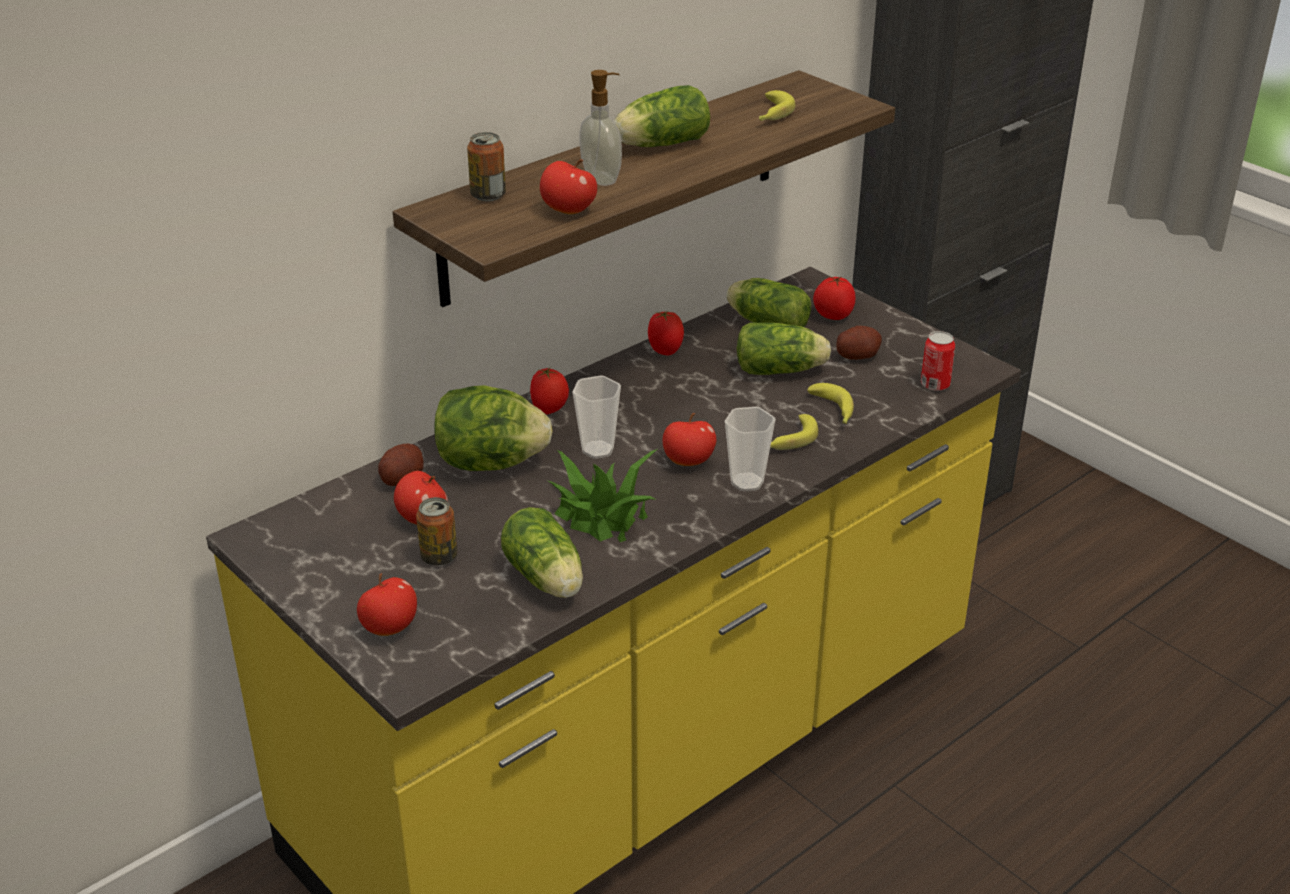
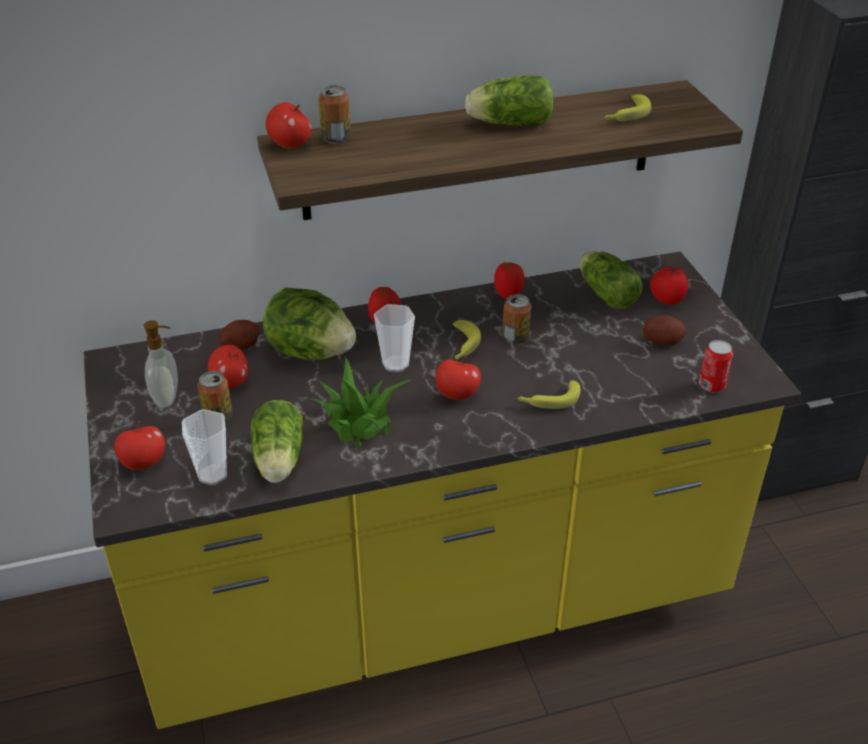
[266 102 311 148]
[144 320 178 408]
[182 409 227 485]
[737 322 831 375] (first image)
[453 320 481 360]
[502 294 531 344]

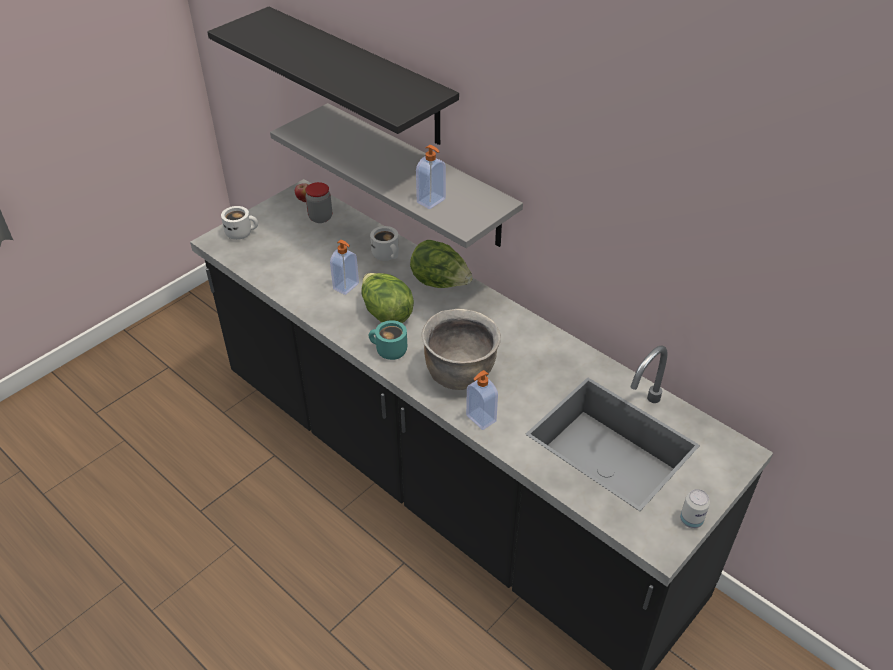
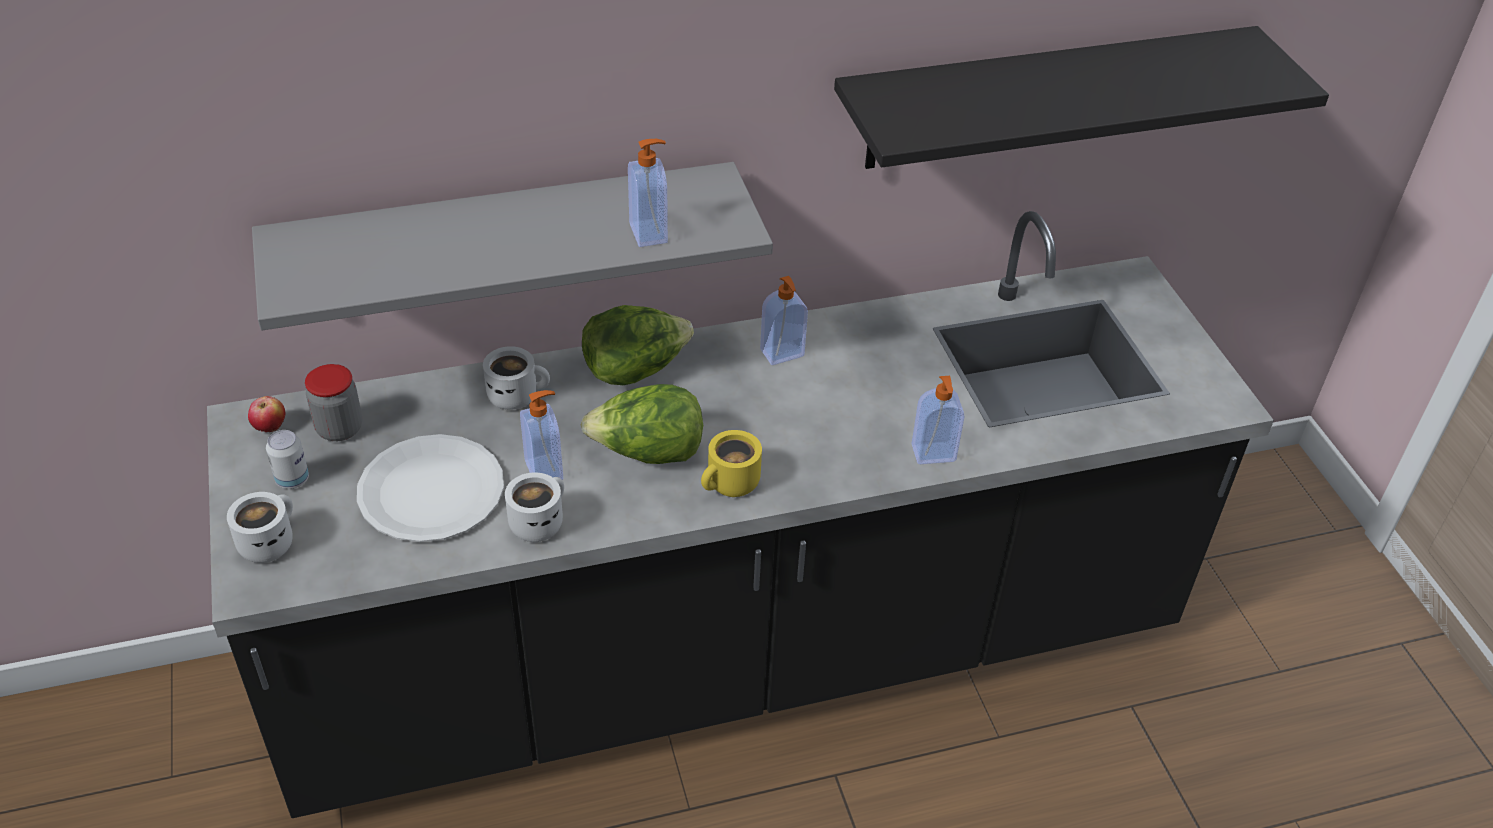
[834 26 1329 169]
[701 430 762 497]
[422 309 501 390] (first image)
[266 430 309 489]
[357 434 504 542]
[505 473 564 542]
[760 276 808 365]

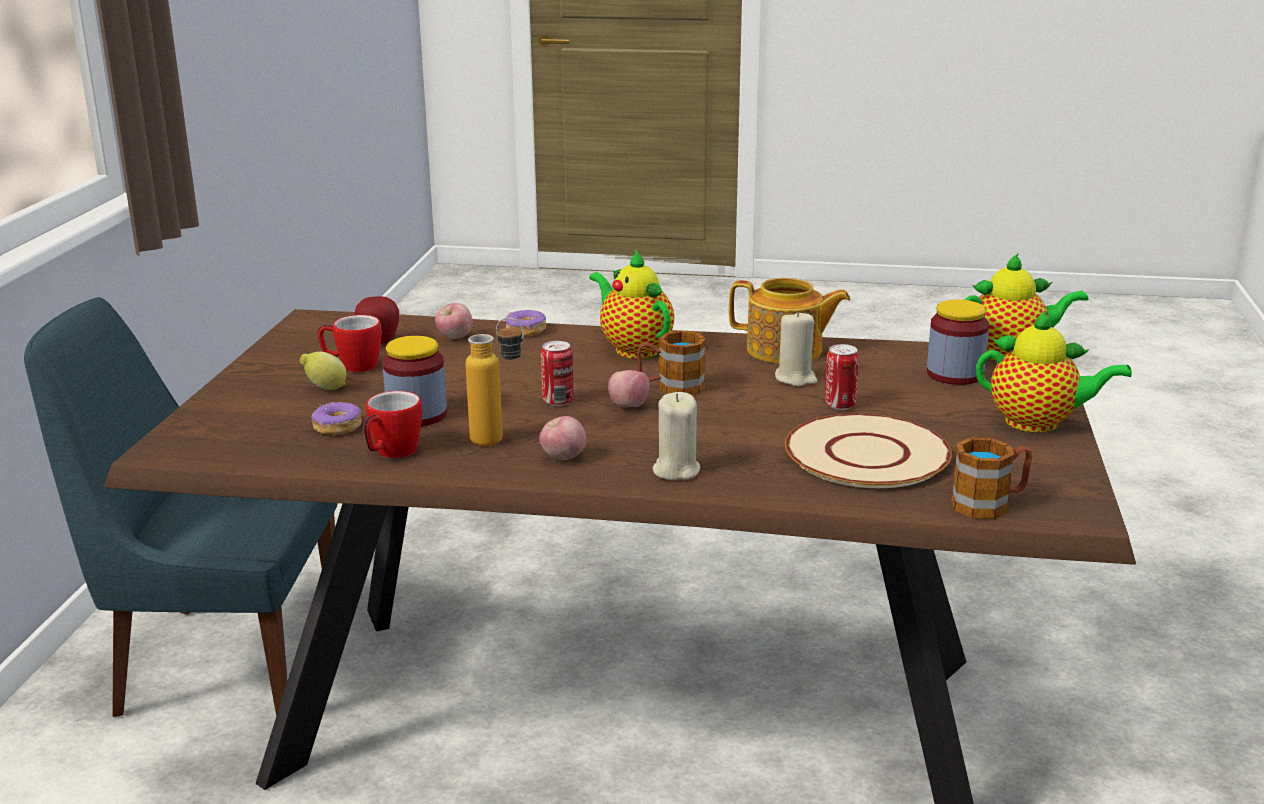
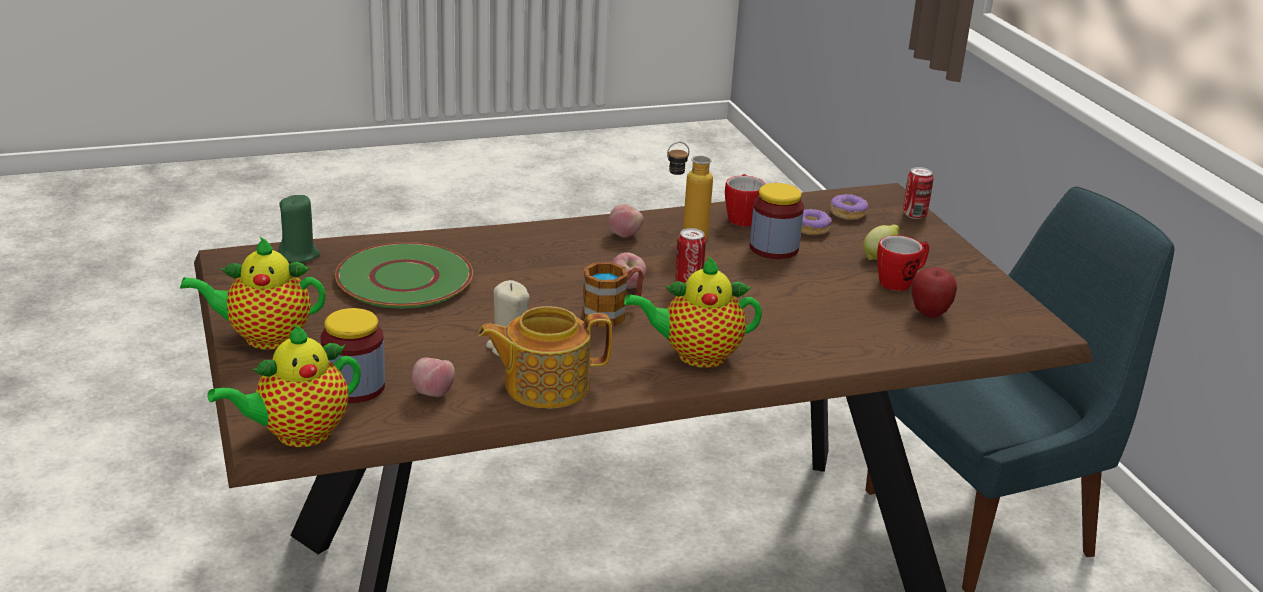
[412 358 455 397]
[830 194 868 220]
[624 256 762 368]
[653 392 700 480] (first image)
[335 242 473 309]
[903 167 933 219]
[278 195 320 263]

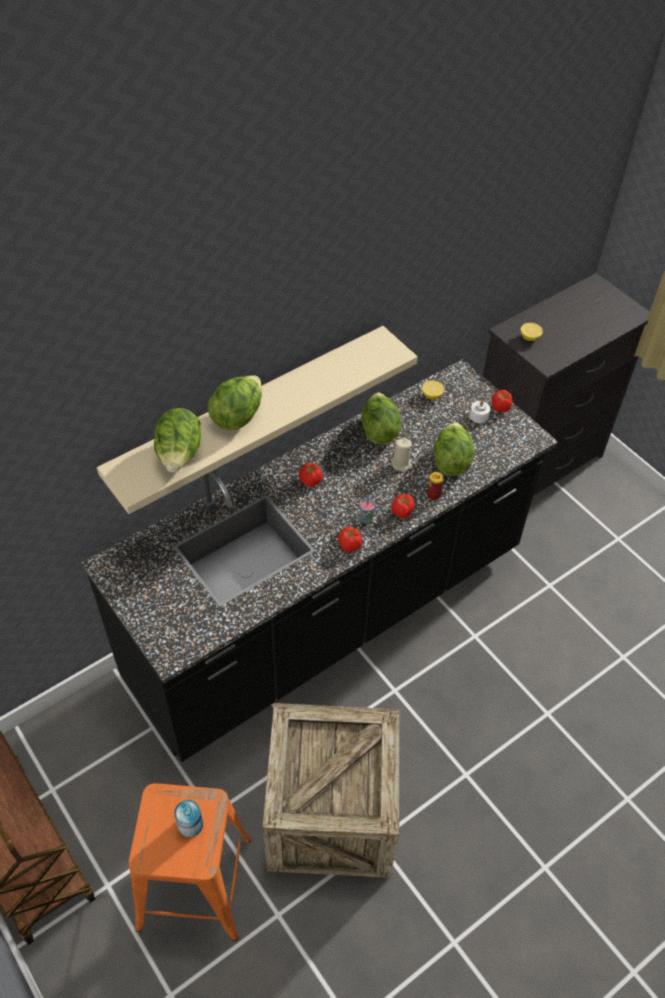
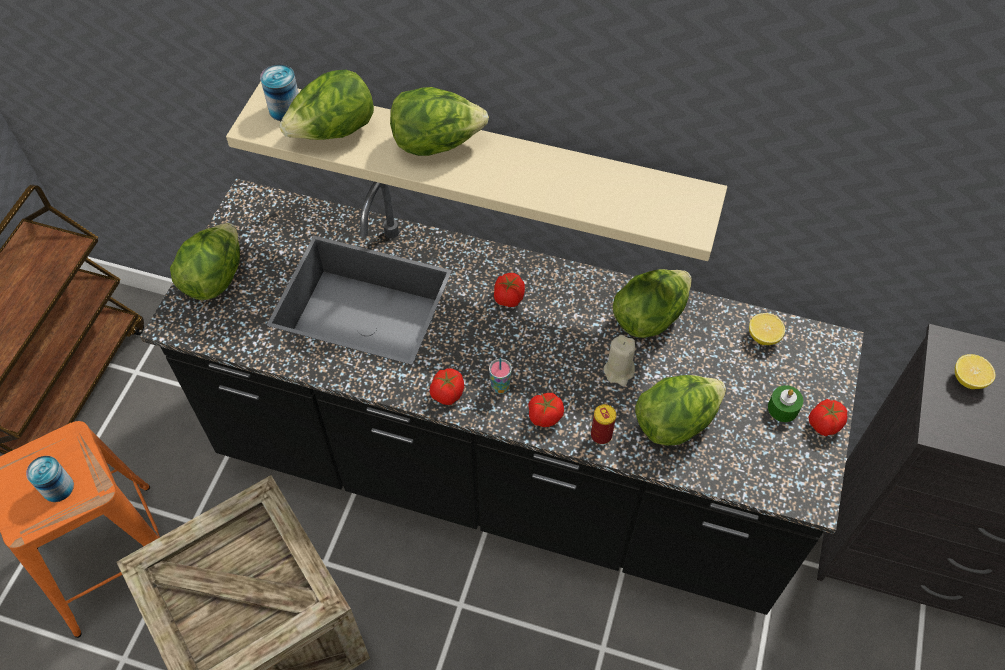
[768 385 803 422]
[170 223 240 300]
[260 64 299 121]

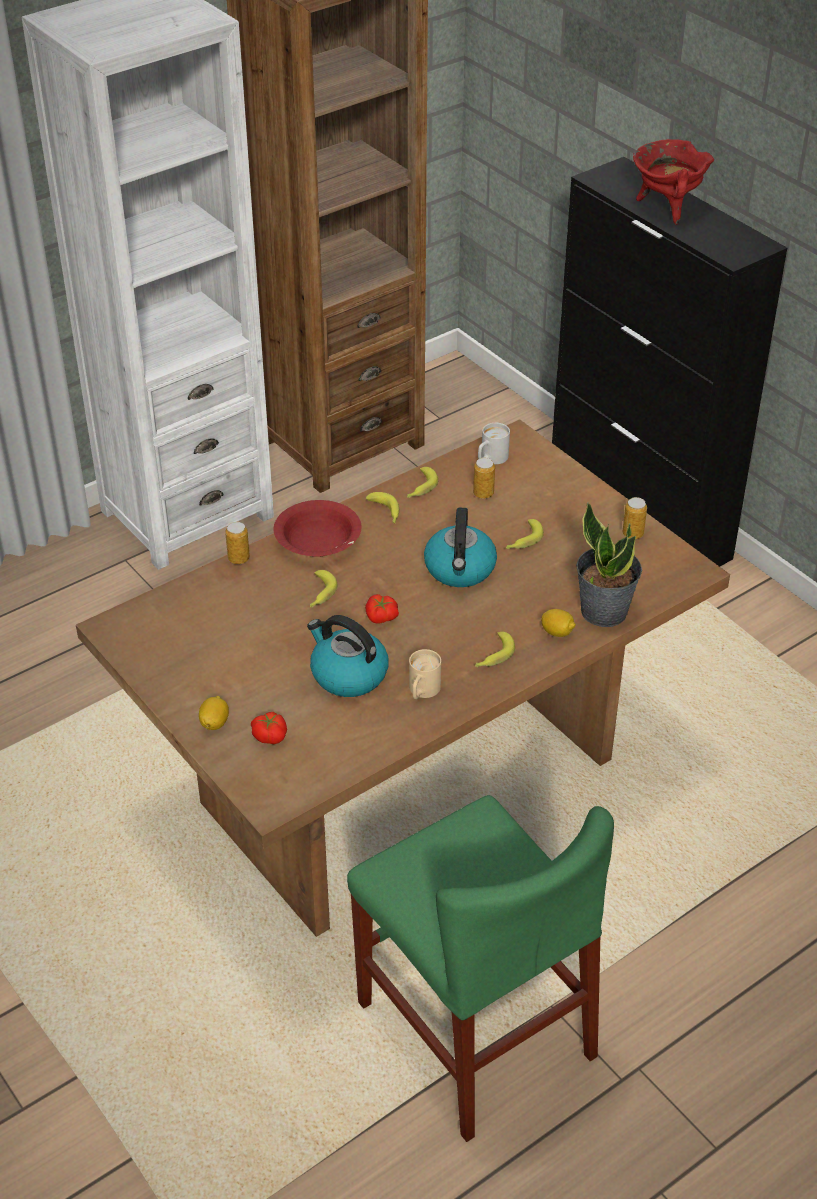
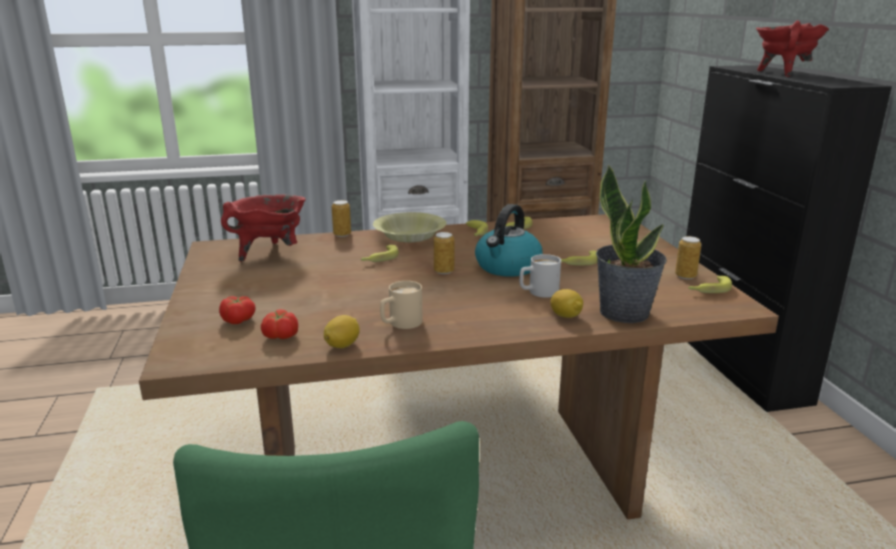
[324 315 360 348]
[373 212 446 242]
[307 615 388 697] (first image)
[261 309 298 339]
[434 232 454 274]
[688 276 732 293]
[519 254 561 298]
[221 194 306 262]

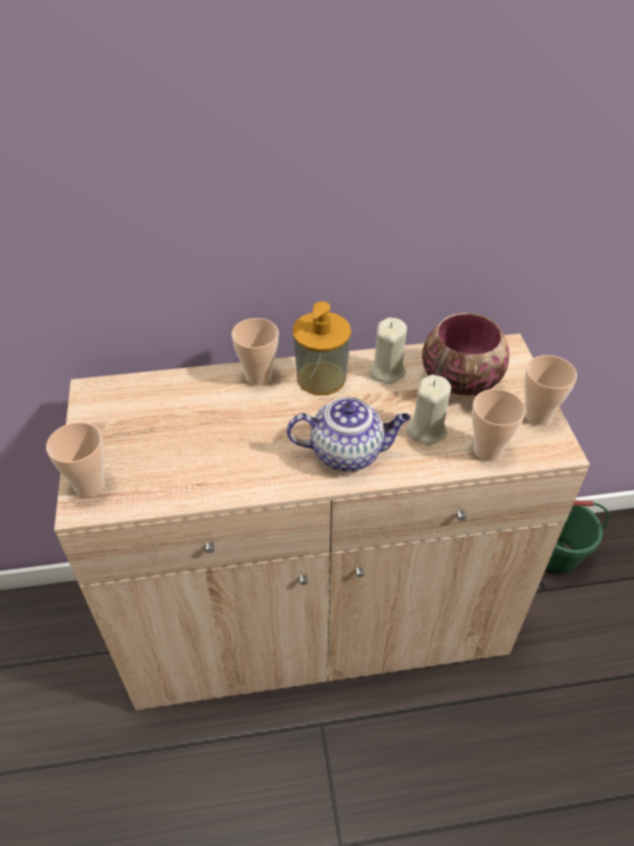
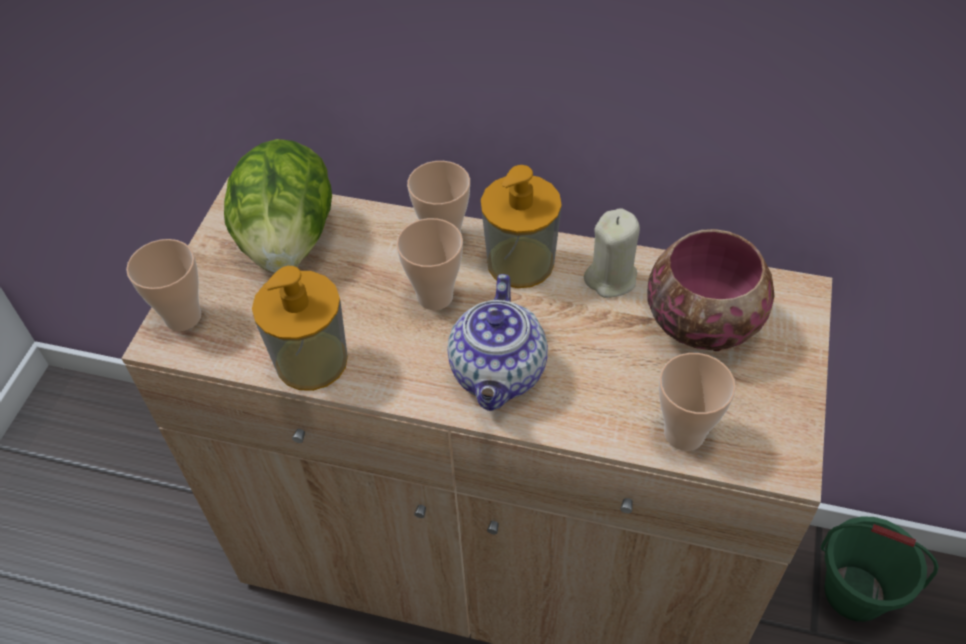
[447 274 548 411]
[407 375 451 445] (first image)
[396 218 463 310]
[224 139 332 273]
[252 266 348 391]

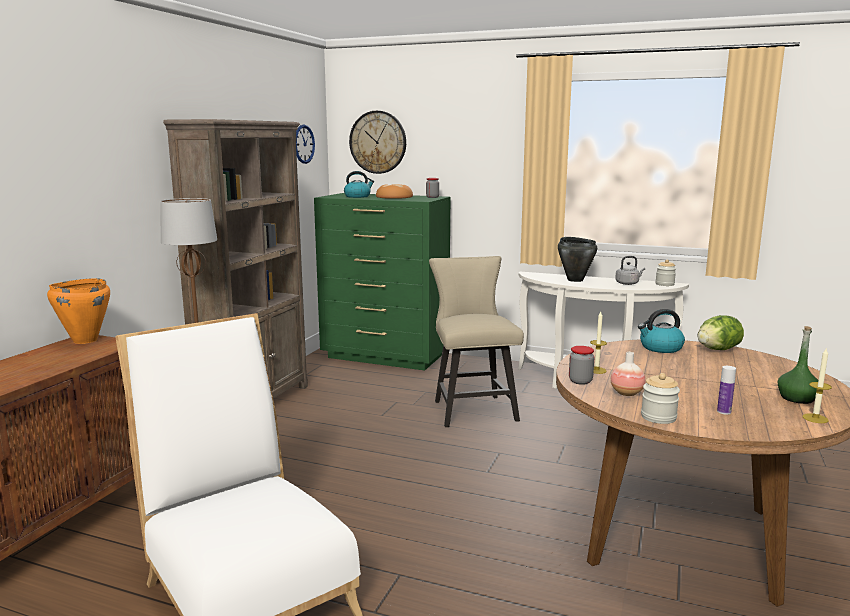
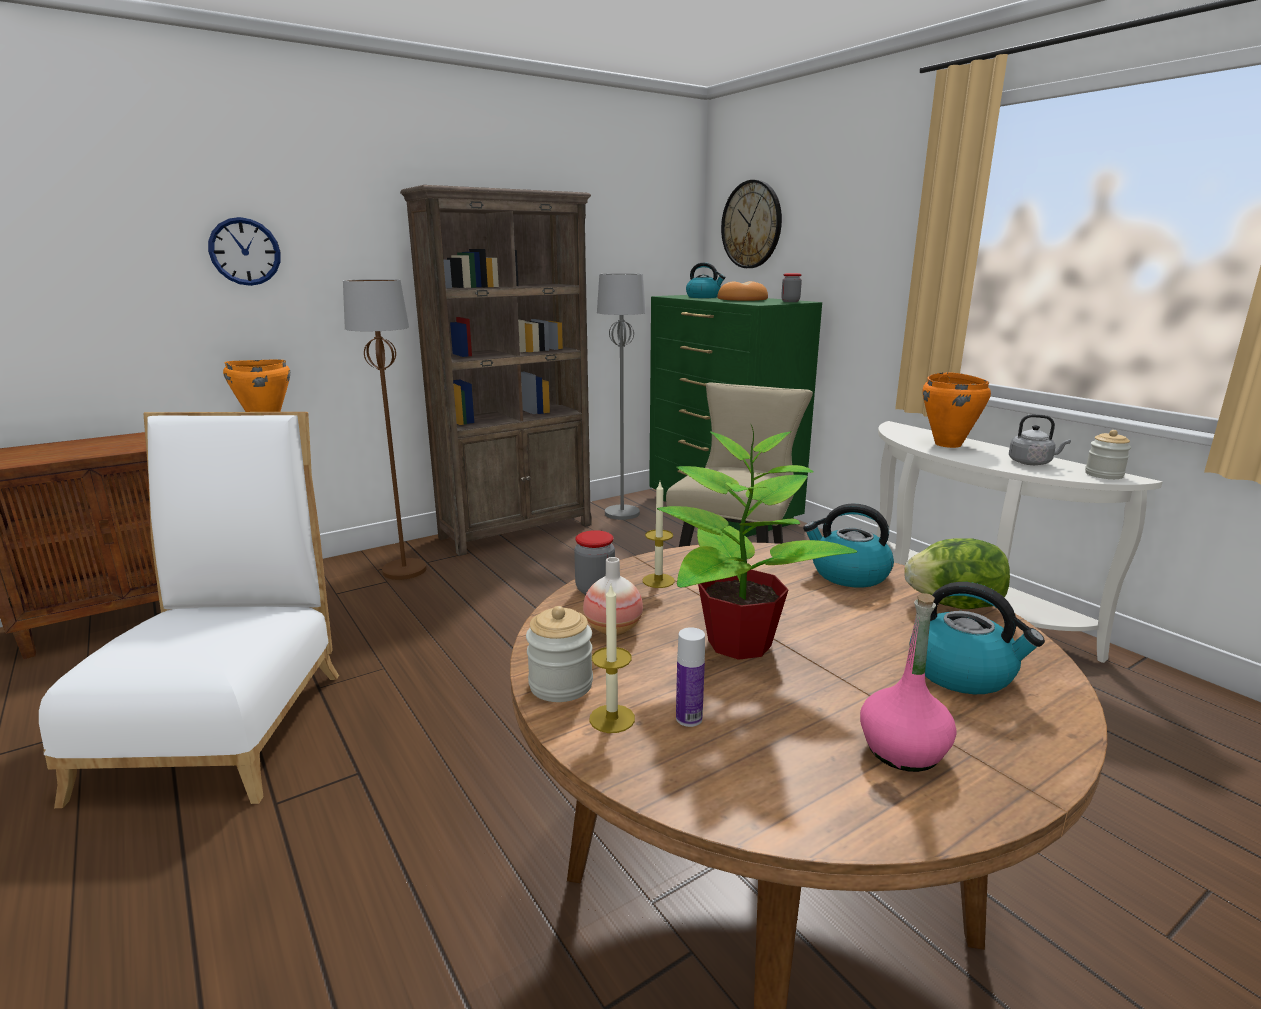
[208 217 281 286]
[922 372 991 448]
[860 593 957 772]
[589 586 635 733]
[597 273 646 520]
[657 425 857 660]
[909 582 1045 694]

